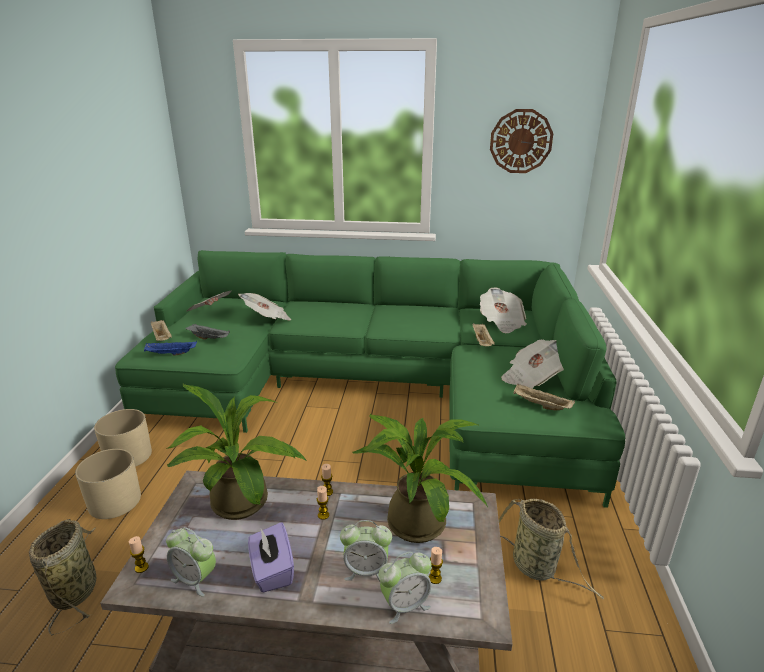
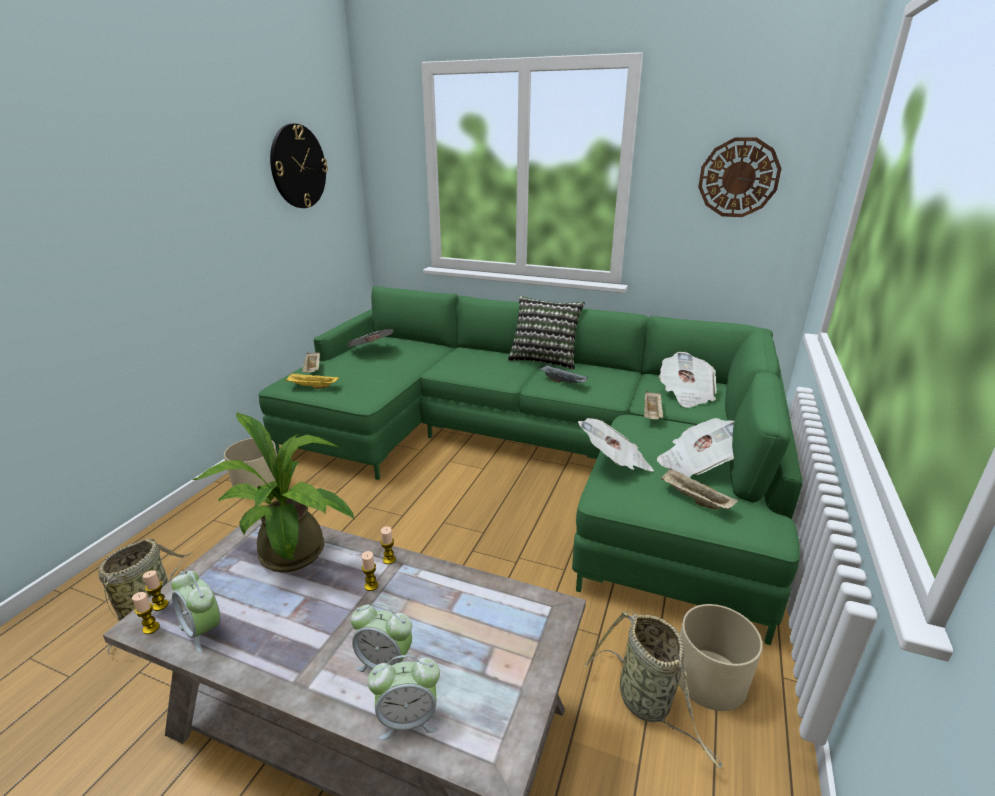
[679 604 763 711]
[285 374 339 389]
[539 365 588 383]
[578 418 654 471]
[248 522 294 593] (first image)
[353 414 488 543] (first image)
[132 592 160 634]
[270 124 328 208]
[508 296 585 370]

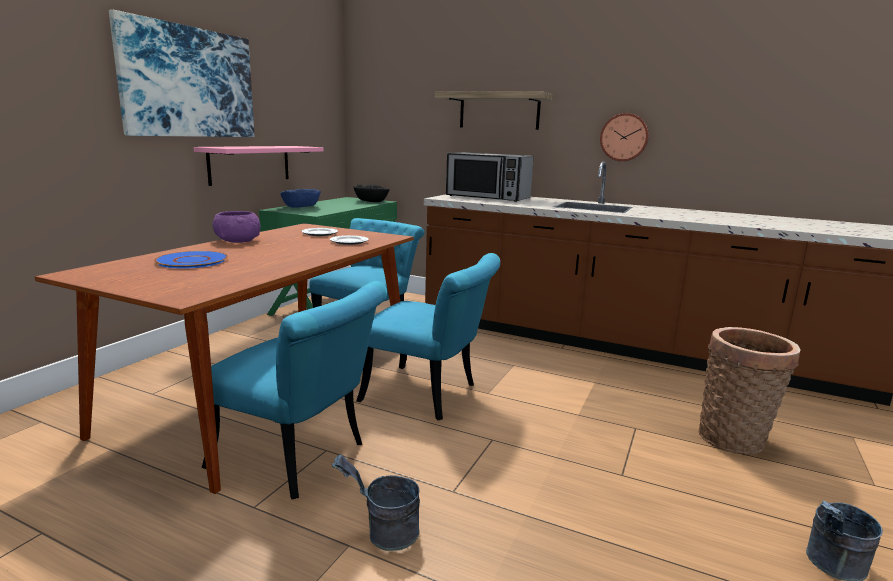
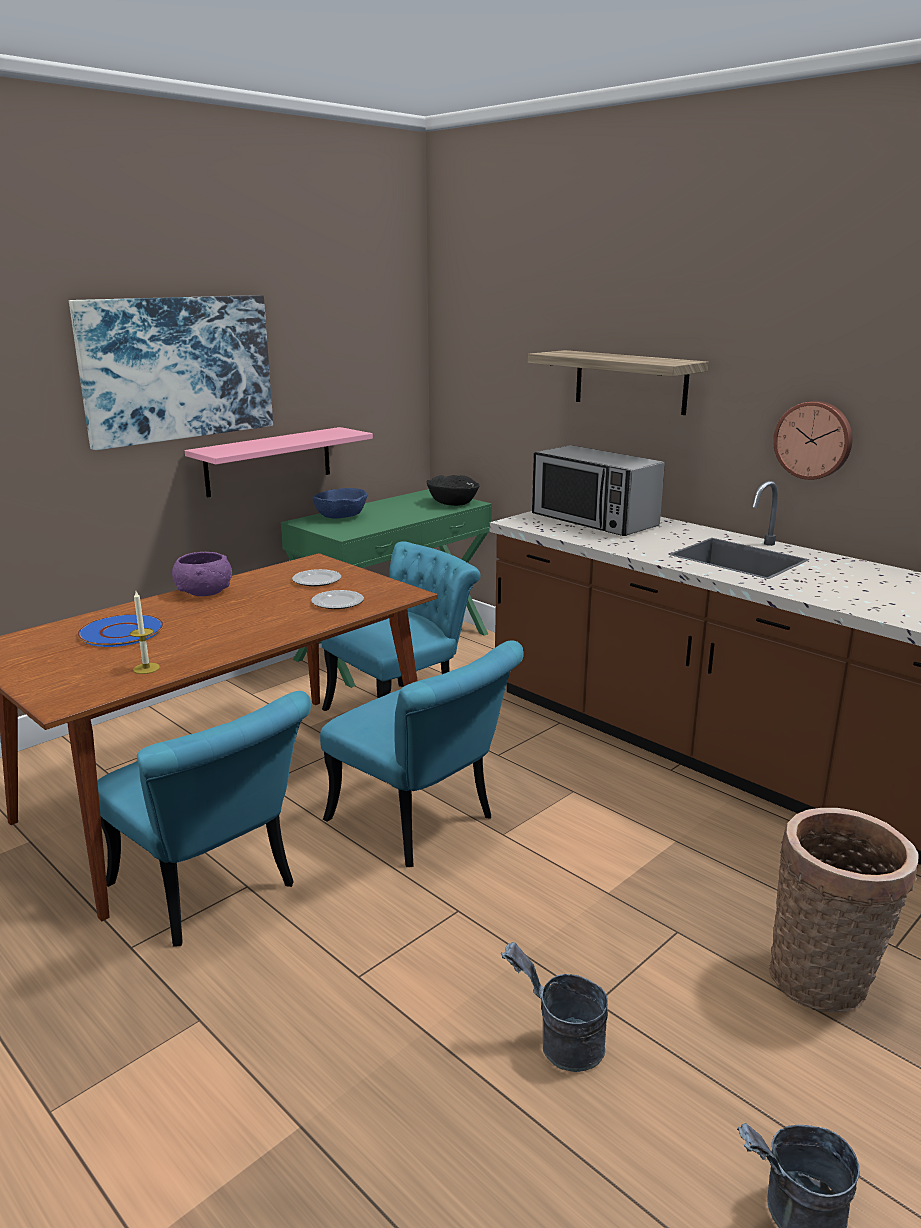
[501 942 608 1072]
[130 591 160 674]

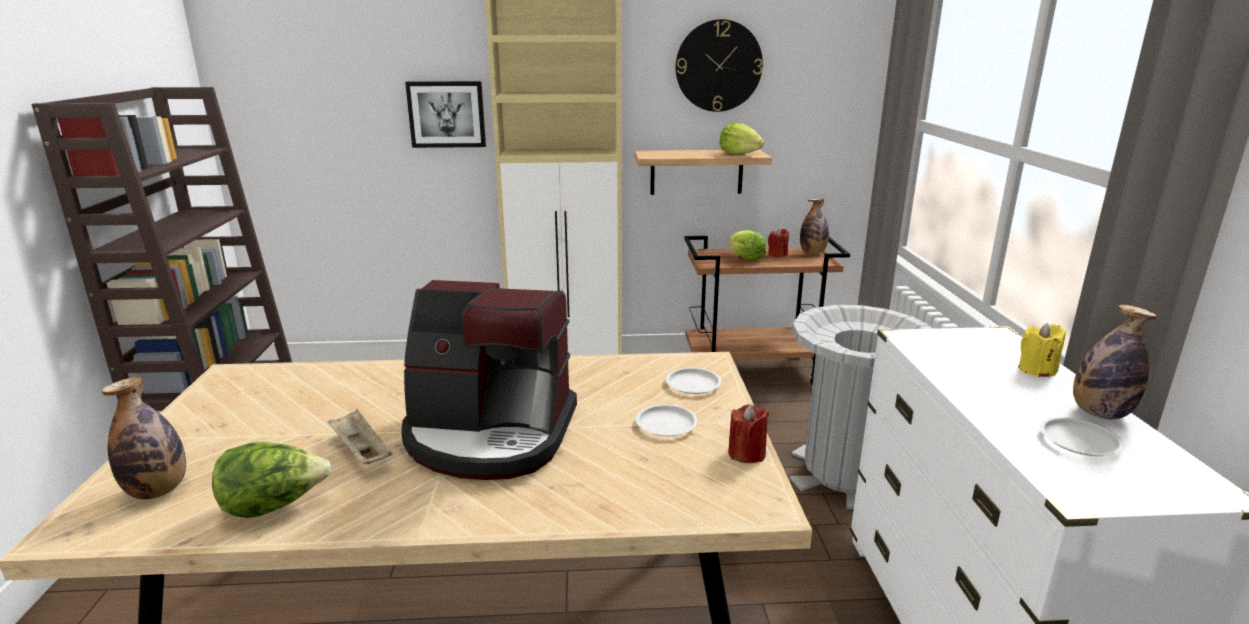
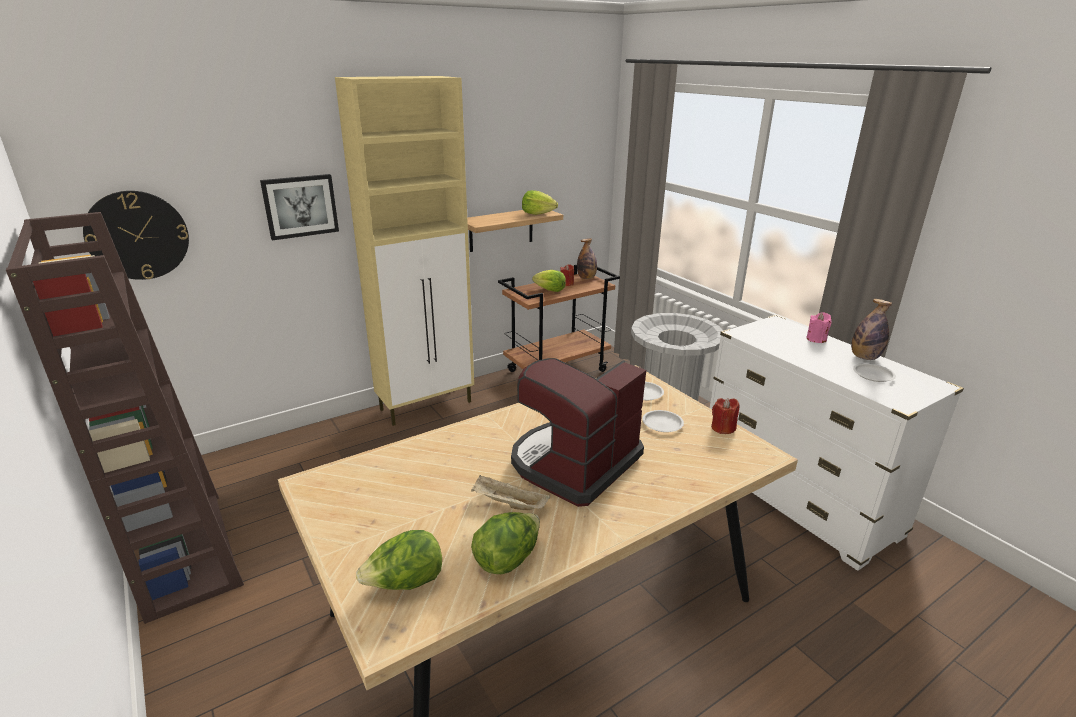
[356 530 442 590]
[511 358 646 507]
[83 191 189 280]
[806 312 832 343]

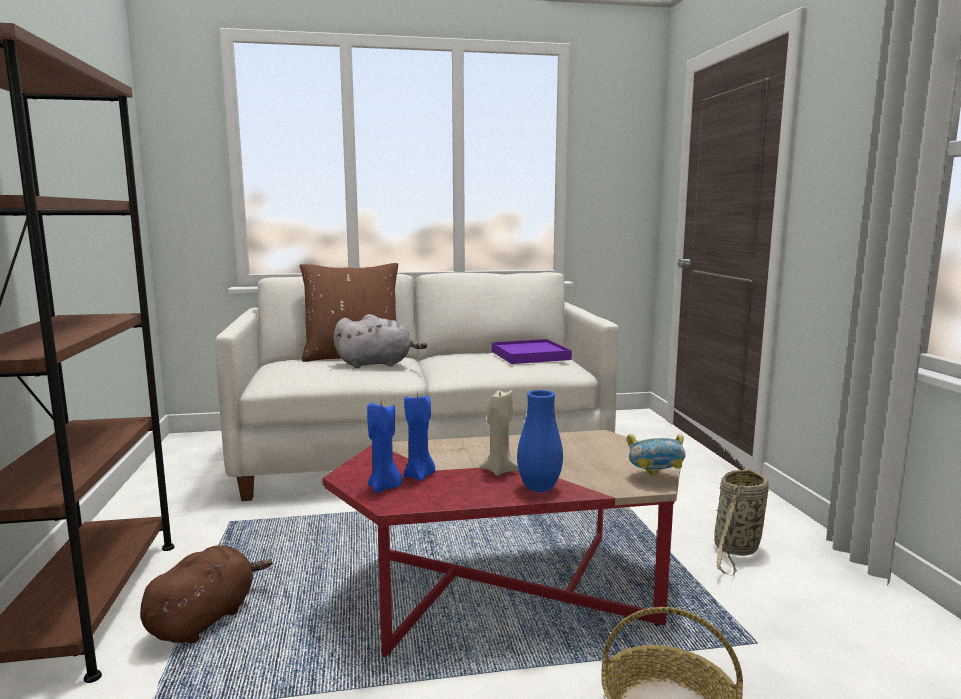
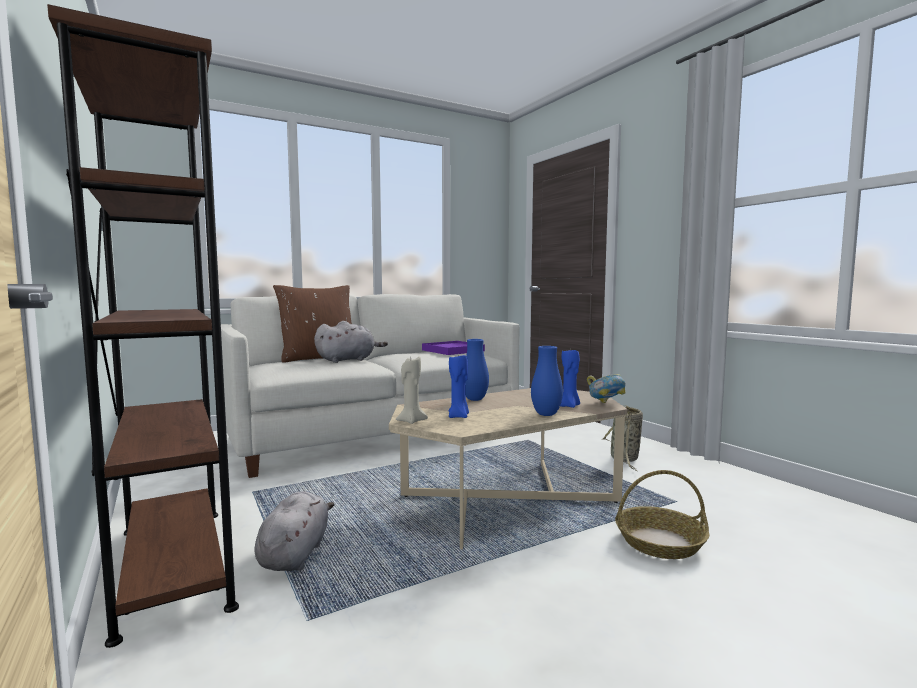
[254 491 334 571]
[389 388 628 549]
[560 350 580 408]
[396 357 428 424]
[465 339 489 401]

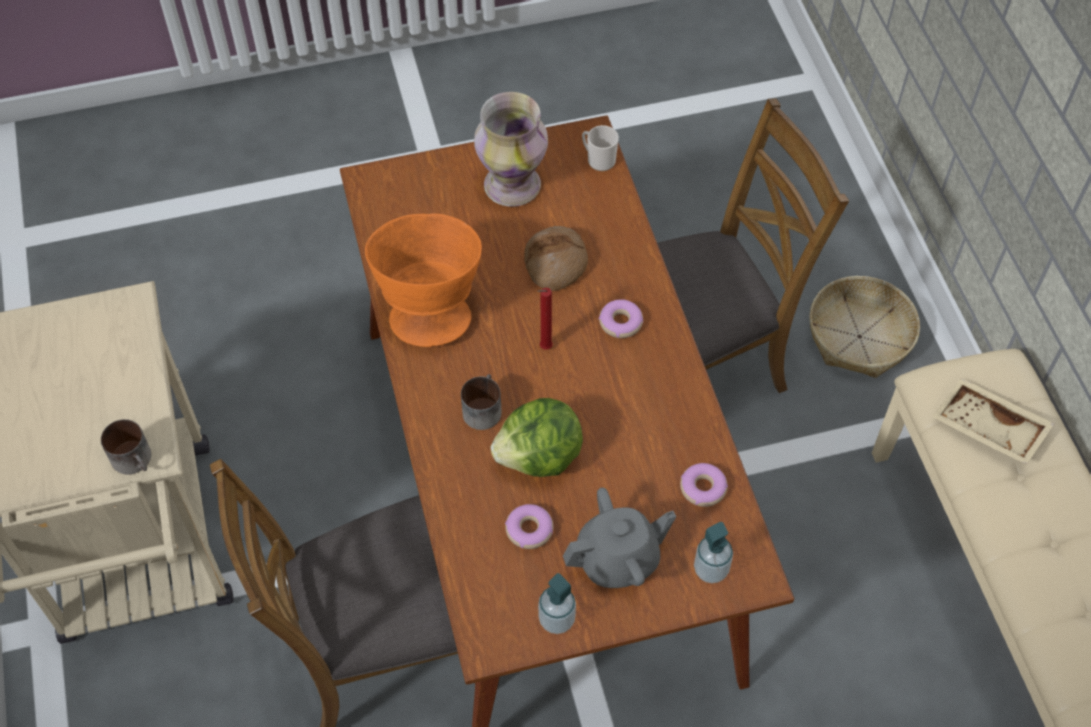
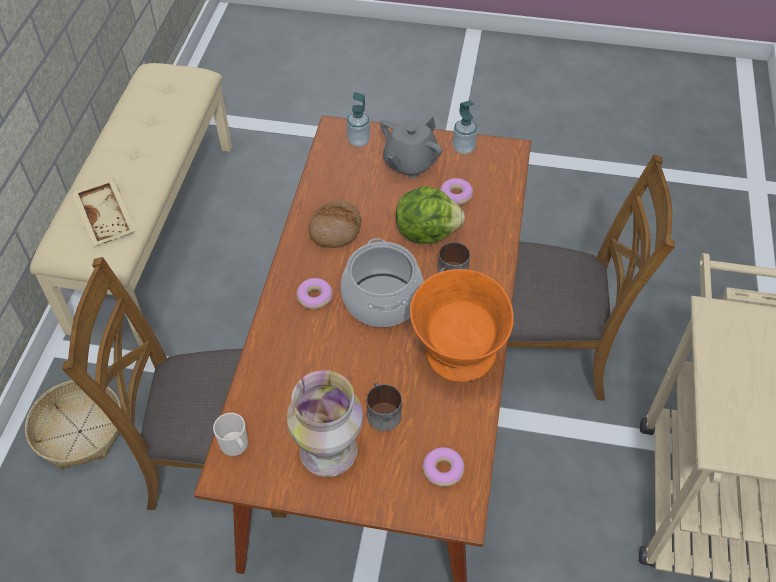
[367 383 402 432]
[309 201 362 248]
[341 238 423 327]
[380 113 443 178]
[422 447 465 487]

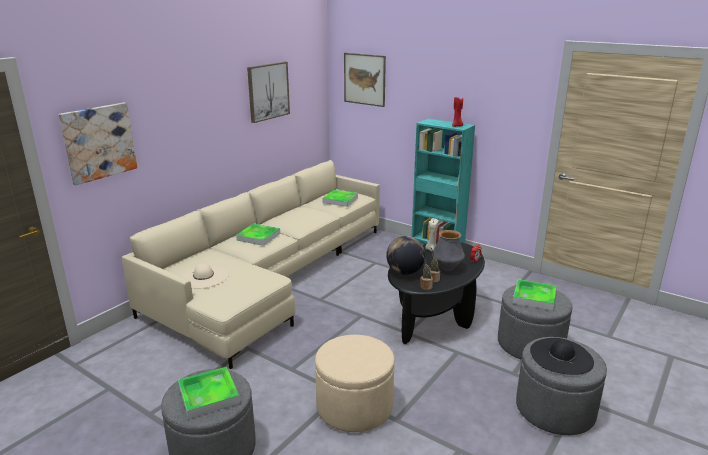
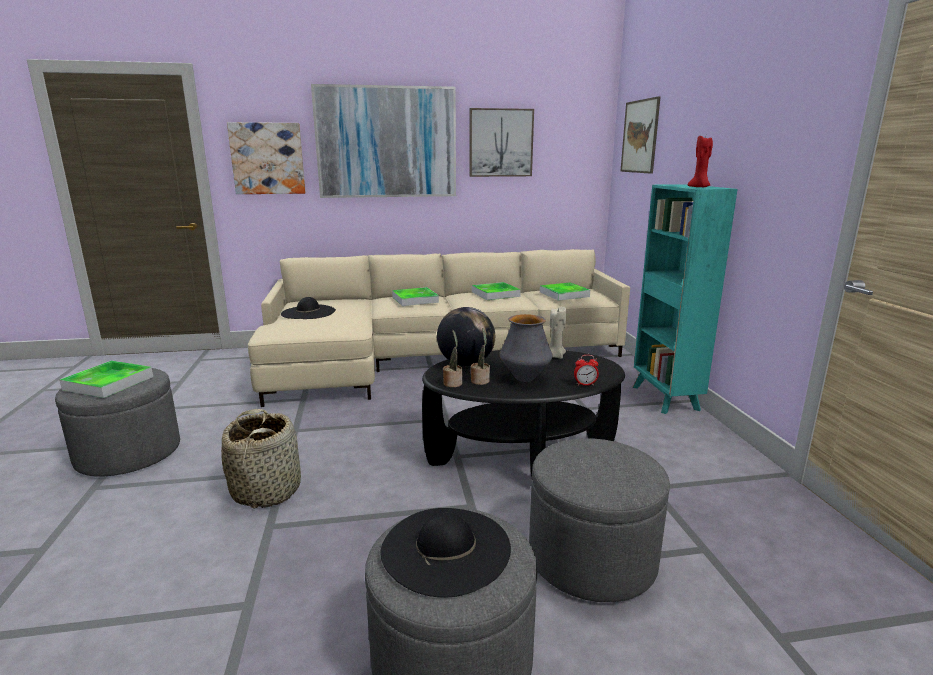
[281 297 336 319]
[221 409 301 509]
[472 282 521 300]
[311 84 456 198]

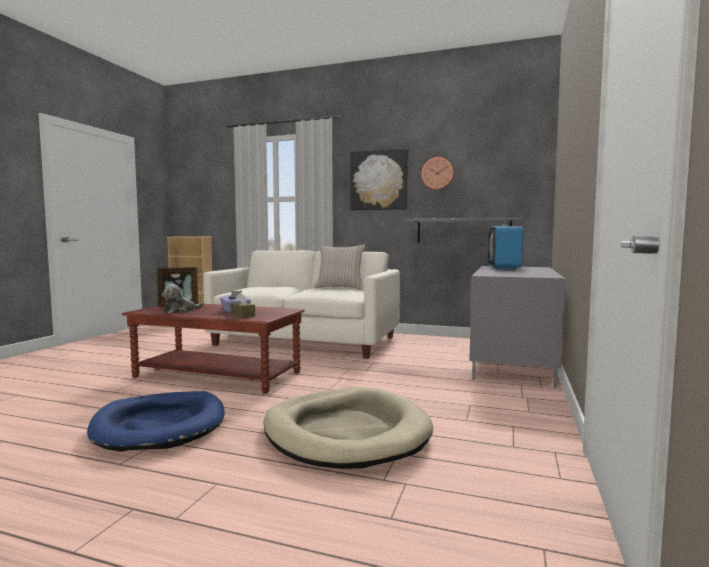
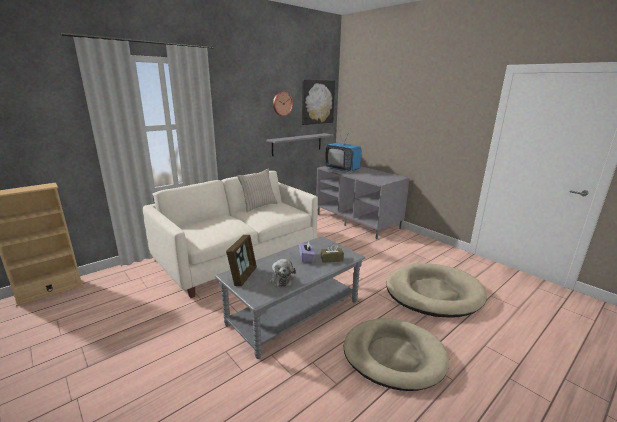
[344 318 449 391]
[215 236 365 359]
[302 80 335 125]

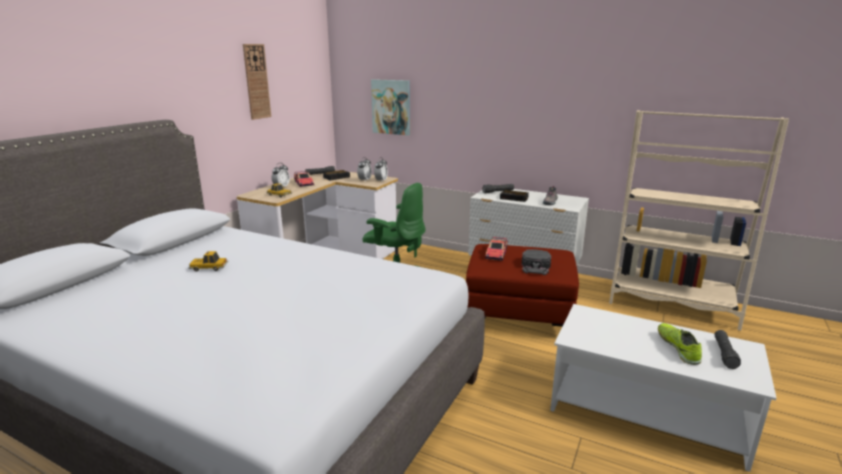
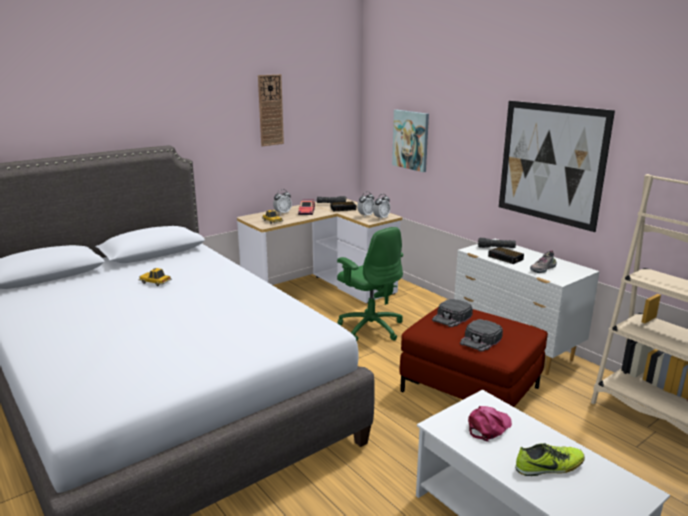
[432 299 473 327]
[515 443 585 476]
[715 330 741 369] (first image)
[468 406 512 442]
[499 101 615 232]

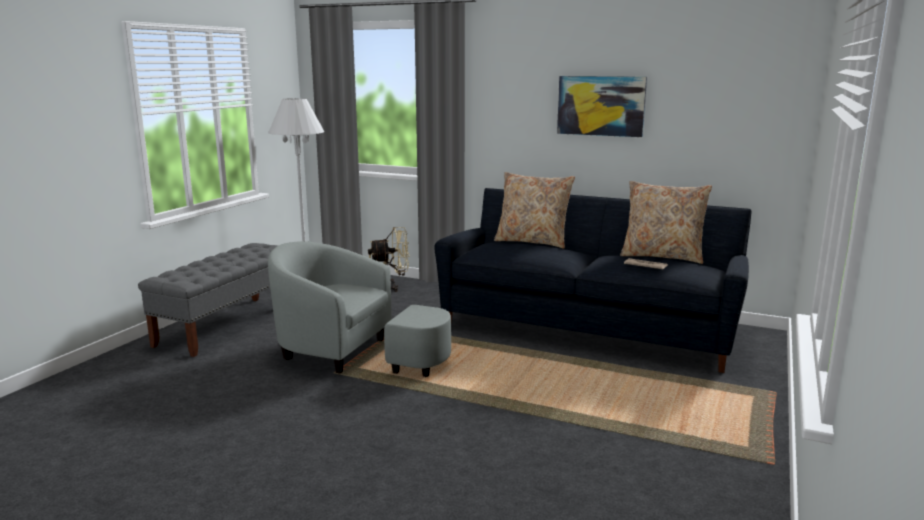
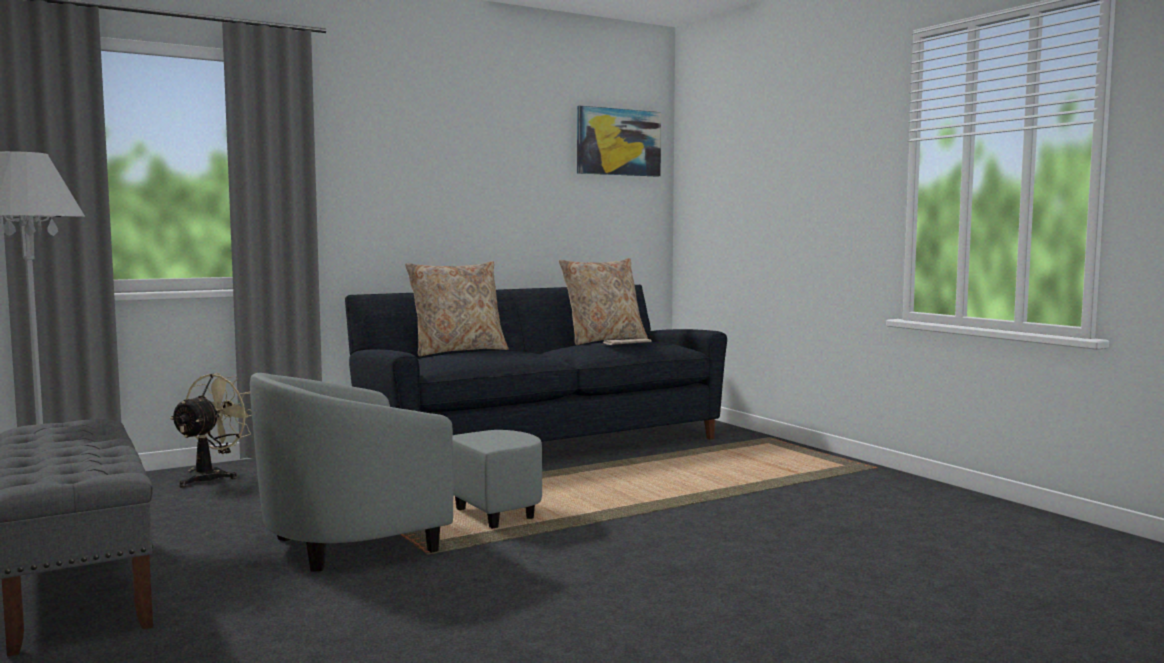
[577 106 661 177]

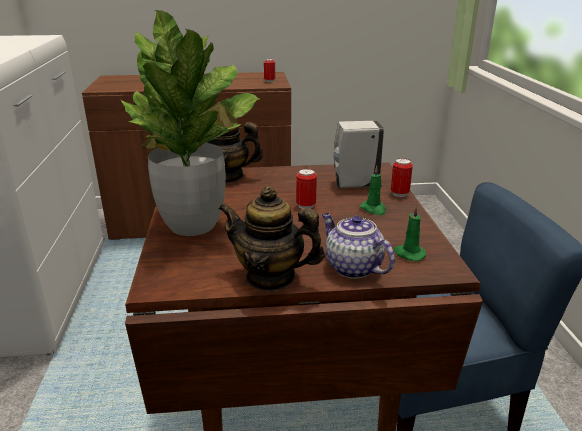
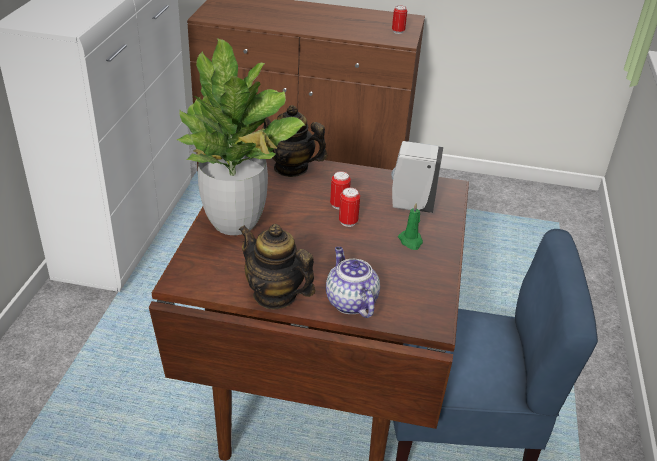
[330 171 351 209]
[394 205 427 261] (first image)

